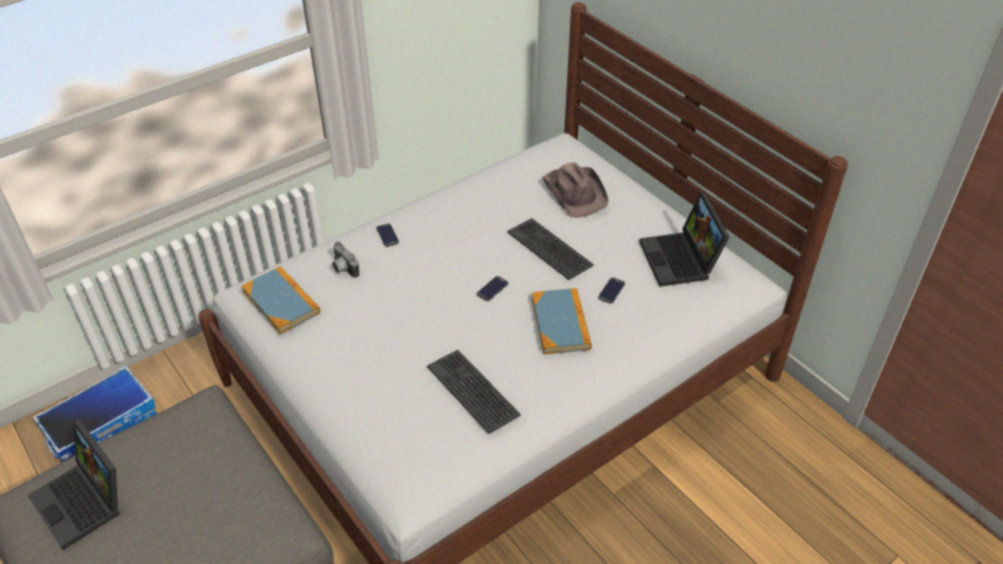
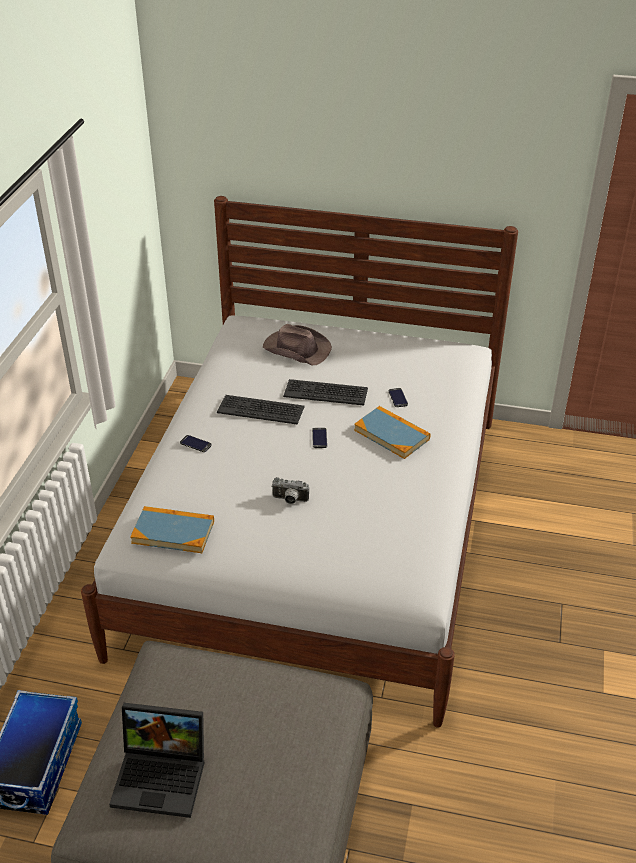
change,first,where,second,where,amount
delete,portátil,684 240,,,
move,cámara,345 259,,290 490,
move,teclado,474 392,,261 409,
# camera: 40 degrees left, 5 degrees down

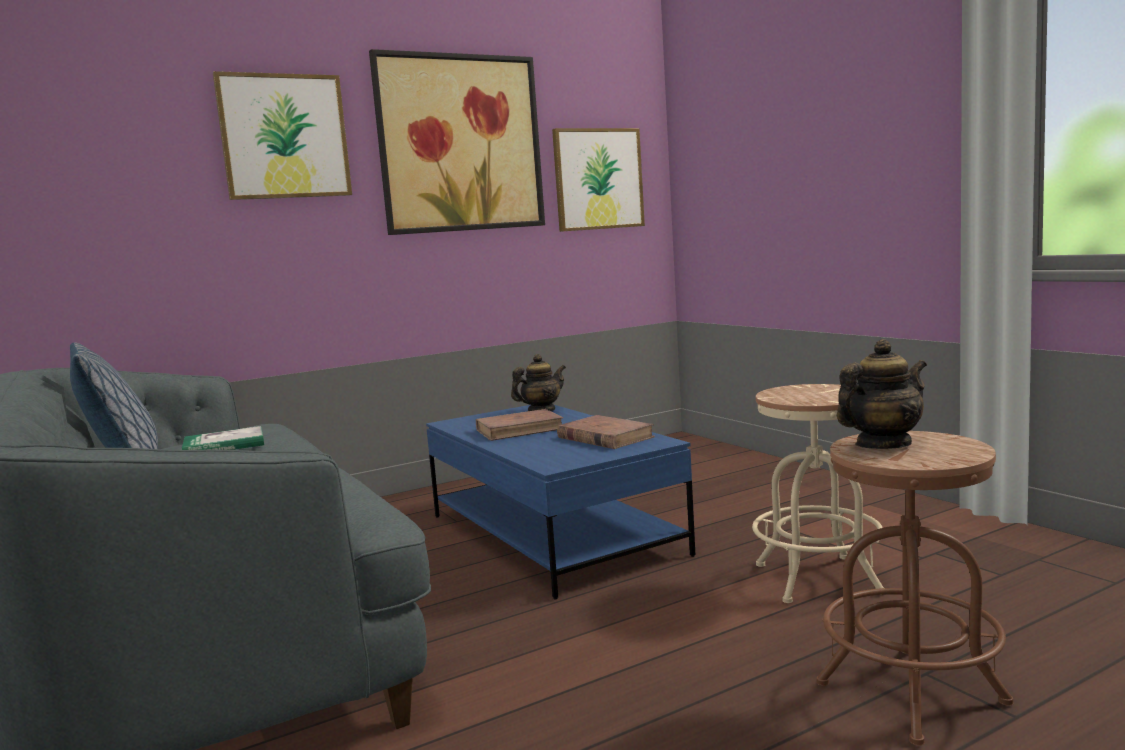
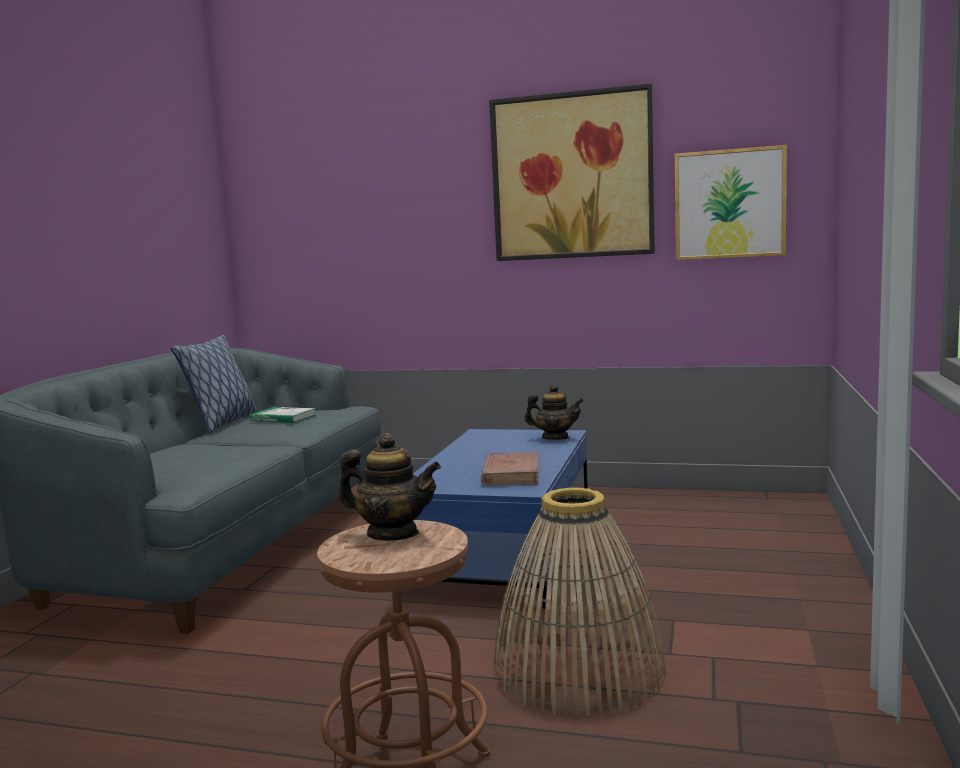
change,first,where,second,where,amount
delete,cuadro,282 135,,,
replace,taburete [beis],818 493,cesta,580 603,
delete,libro [marrón],519 425,,,
# camera: 45 degrees right, 0 degrees up

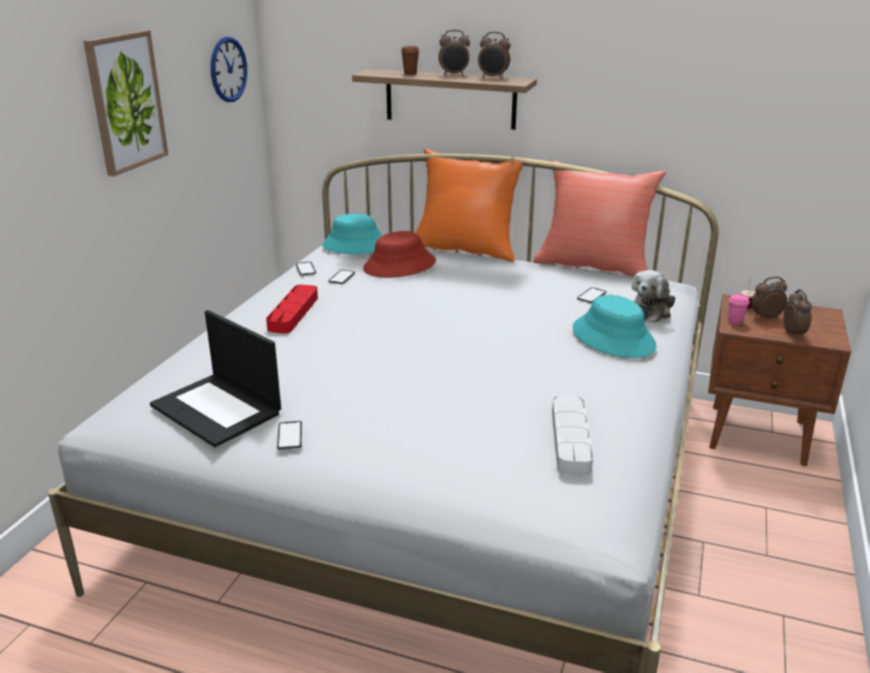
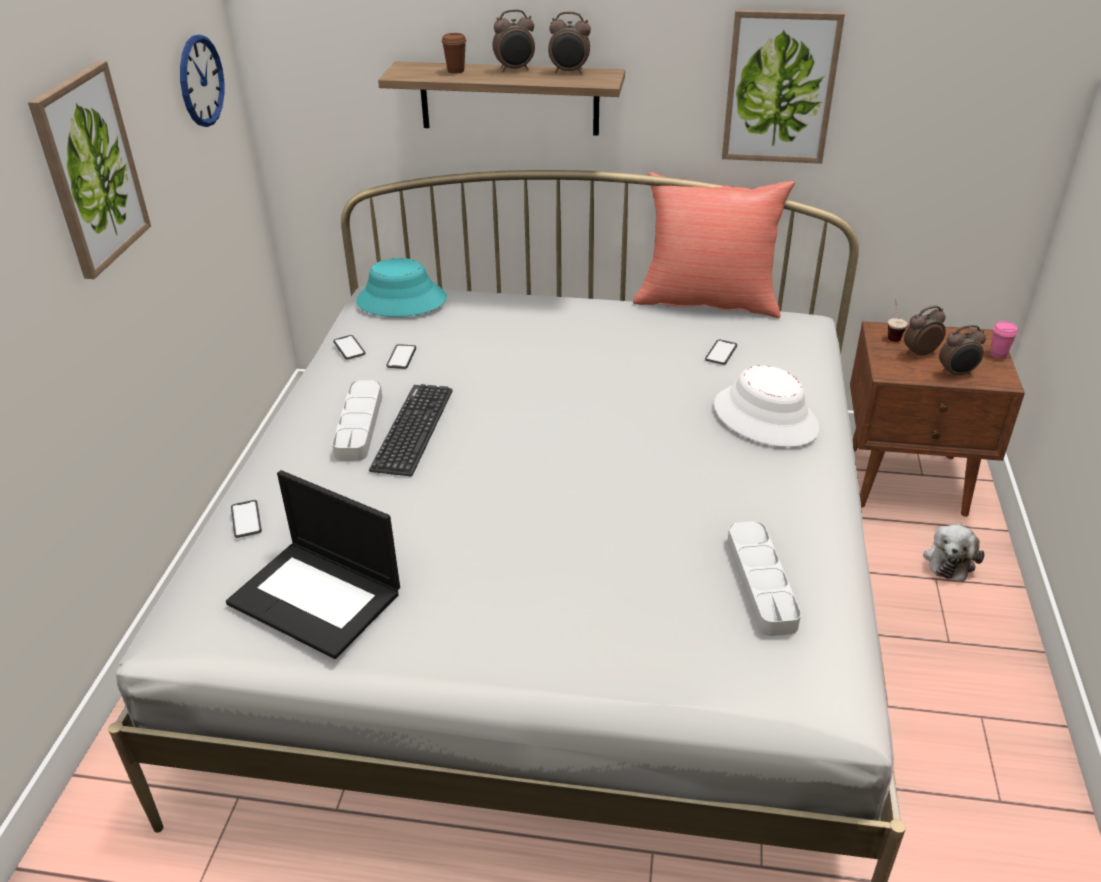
change,first,where,second,where,amount
delete,cojín [naranja],471 205,,,
delete,sombrero [rojo],399 254,,,
move,peluche,653 296,,954 552,
recolor,bandeja [rojo],292 308,bandeja [gris],357 421,
rotate,despertador,797 314,,962 351,90 degrees clockwise
move,taza [rosa],739 309,,1004 339,
recolor,sombrero [turquesa],615 326,sombrero [blanco],766 406,
move,móvil,289 435,,246 519,
insert,,,cuadro,783 86,
insert,,,teclado,411 430,
# camera: 10 degrees left, 10 degrees up

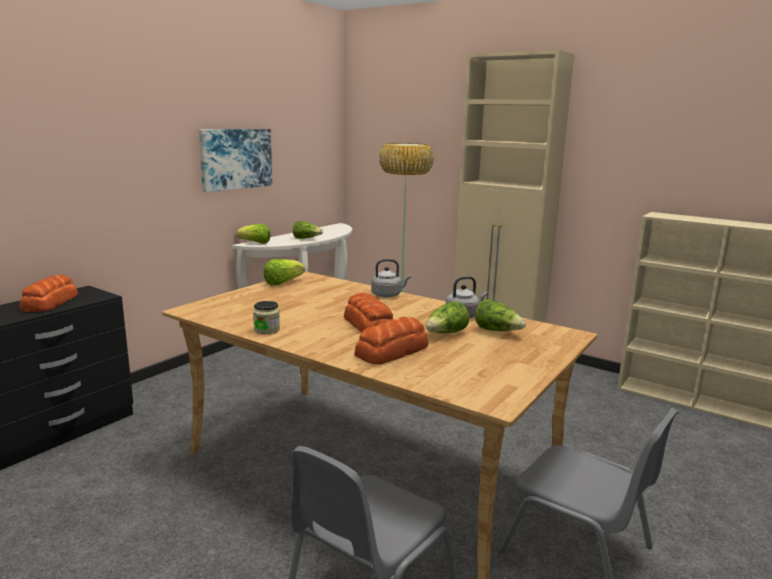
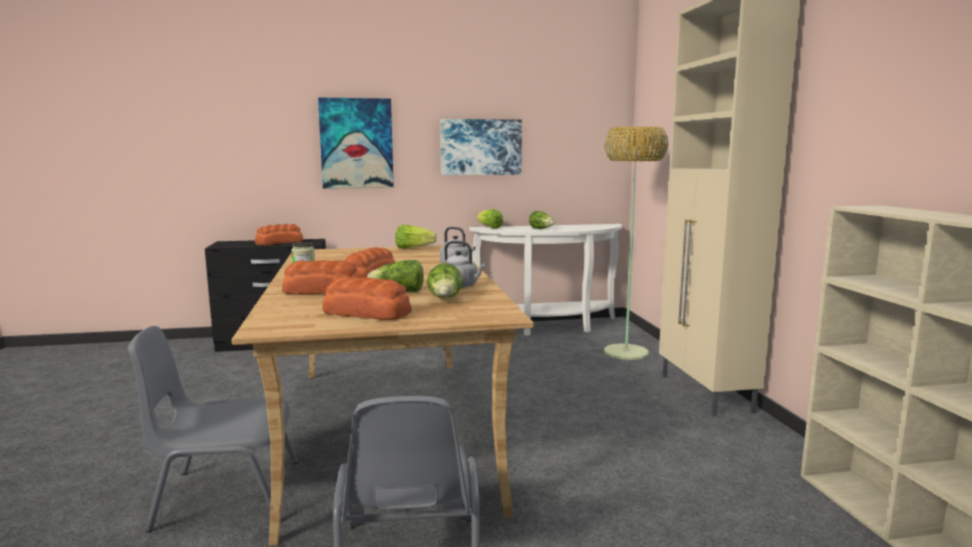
change,first,where,second,where,amount
insert,,,cuadro,356 143,
insert,,,pan,367 298,
# camera: 45 degrees right, 5 degrees down

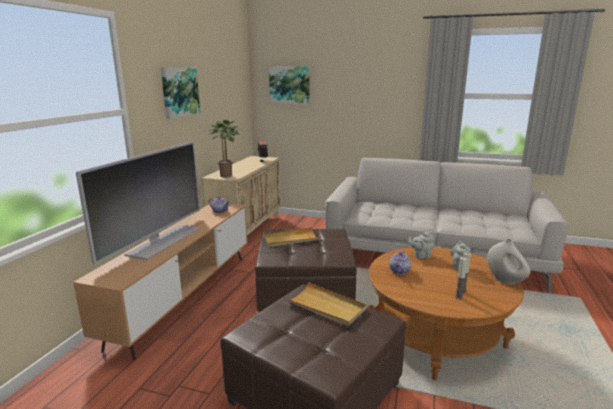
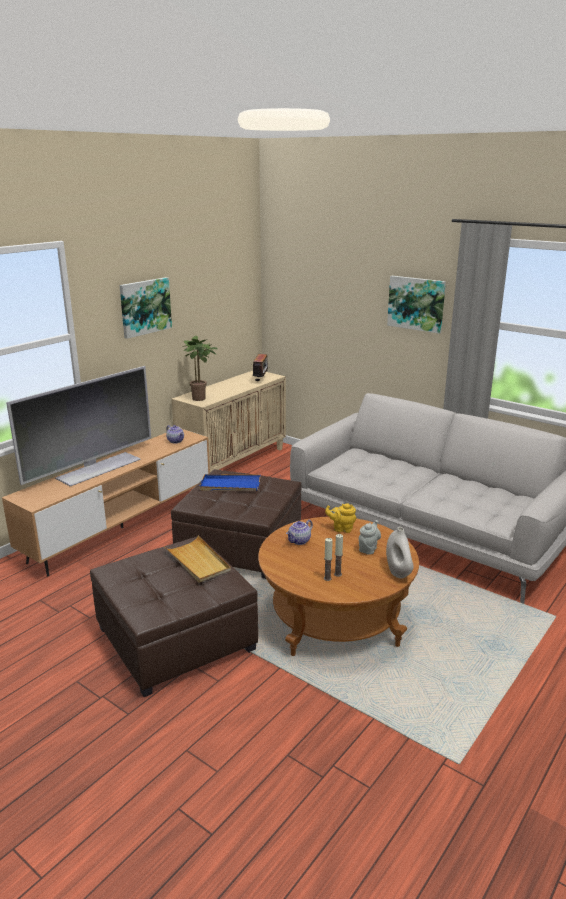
change,first,where,second,where,amount
move,cuadro,289 85,,416 305,
recolor,bandeja [beis],292 237,bandeja [azul],229 482,
recolor,tetera [gris],421 245,tetera [amarillo],340 518,
# camera: 20 degrees right, 5 degrees up

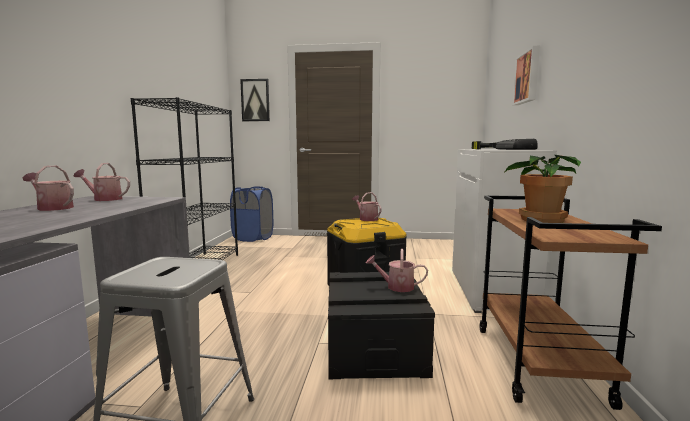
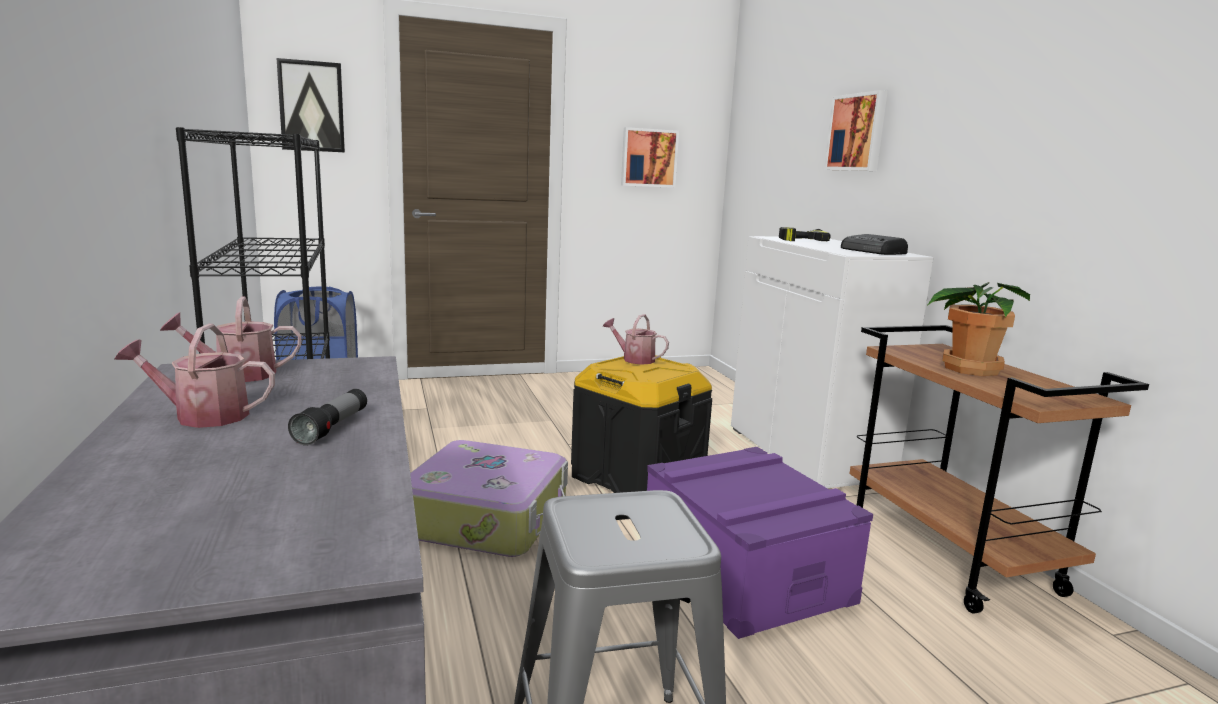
change,first,where,second,where,amount
delete,regadera,397 270,,,
recolor,caja de almacenaje [negro],381 325,caja de almacenaje [morado],760 543,
insert,,,cuadro,650 157,
insert,,,linterna,327 417,
insert,,,maleta,489 498,
# camera: 25 degrees left, 5 degrees up

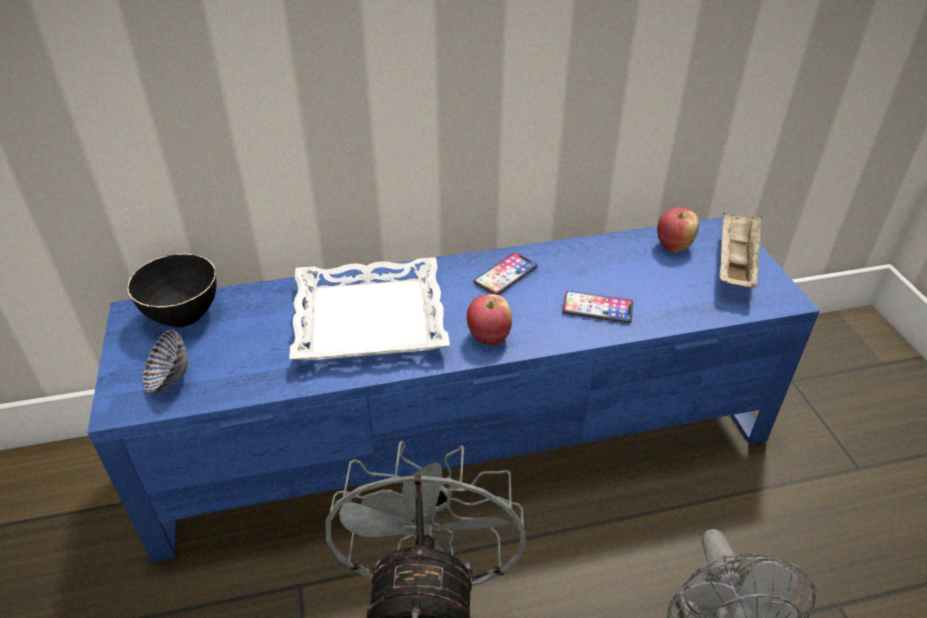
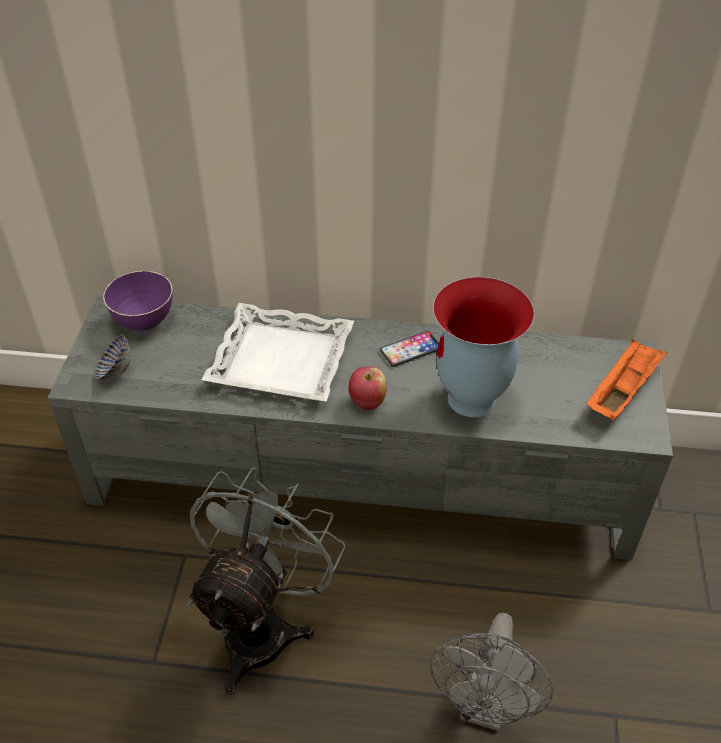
change,first,where,second,where,amount
delete,manzana,678 229,,,
recolor,bandeja [beis],741 250,bandeja [naranja],627 379,
recolor,mueble de televisión [azul],453 388,mueble de televisión [gris],360 428,
recolor,cuenco [negro],172 290,cuenco [morado],137 301,
replace,móvil,597 307,florero,483 347,
# camera: 20 degrees right, 5 degrees up

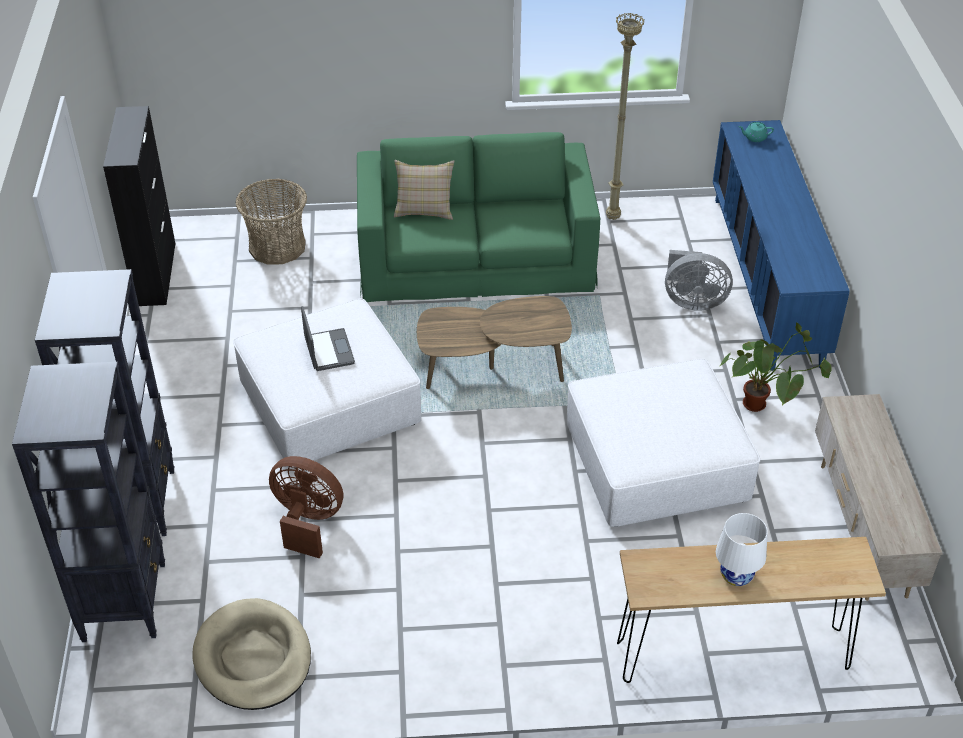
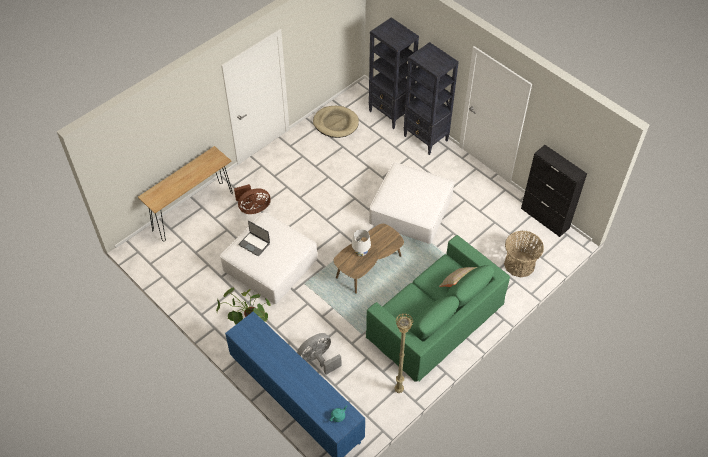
change,first,where,second,where,amount
move,portátil,328 338,,254 238,
delete,mueble de televisión [beis],879 497,,,
move,ventilador [marrón],306 507,,252 199,
move,lámpara de mesa [blanco],742 549,,361 242,
# camera: 140 degrees right, 10 degrees up

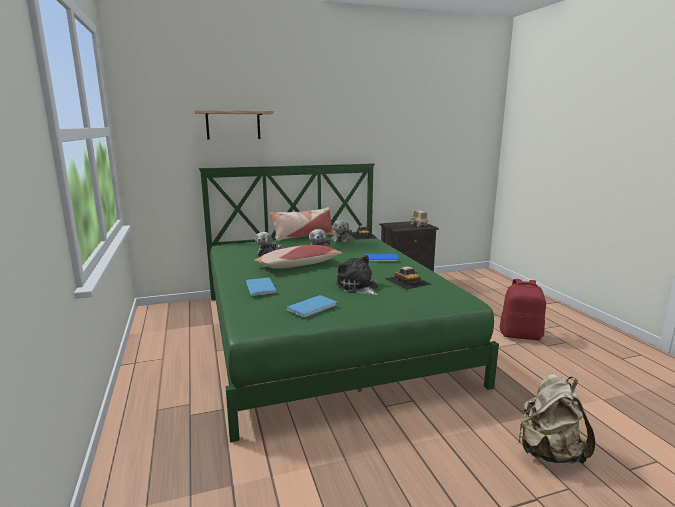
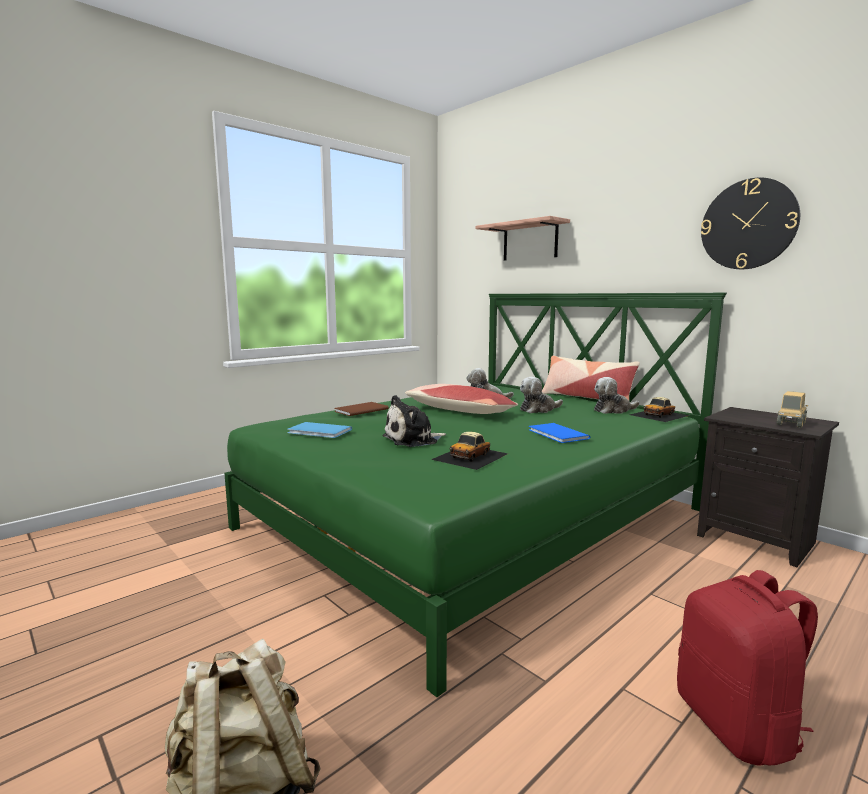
change,first,where,second,where,amount
rotate,peluche,357 275,,414 421,150 degrees counterclockwise
recolor,libro [azul],261 287,libro [marrón],361 409,
insert,,,reloj de pared,750 223,
# camera: 65 degrees right, 5 degrees down

